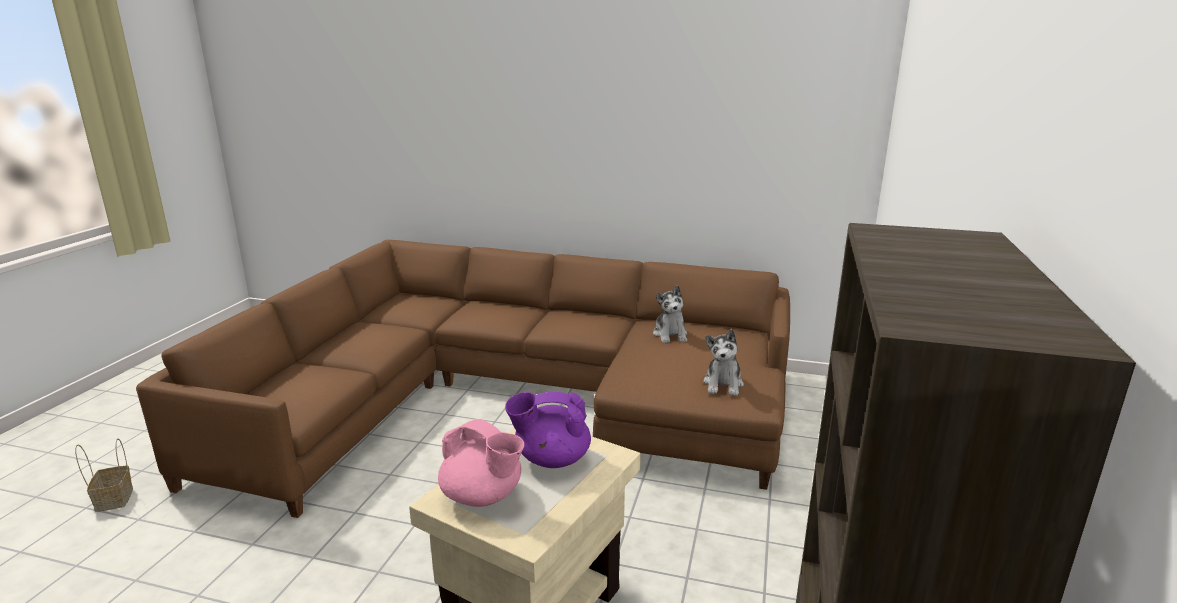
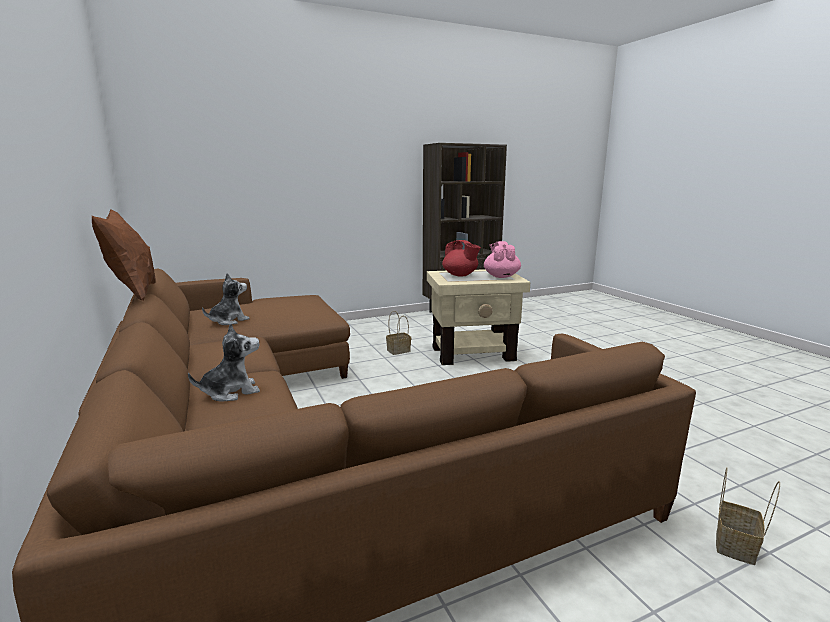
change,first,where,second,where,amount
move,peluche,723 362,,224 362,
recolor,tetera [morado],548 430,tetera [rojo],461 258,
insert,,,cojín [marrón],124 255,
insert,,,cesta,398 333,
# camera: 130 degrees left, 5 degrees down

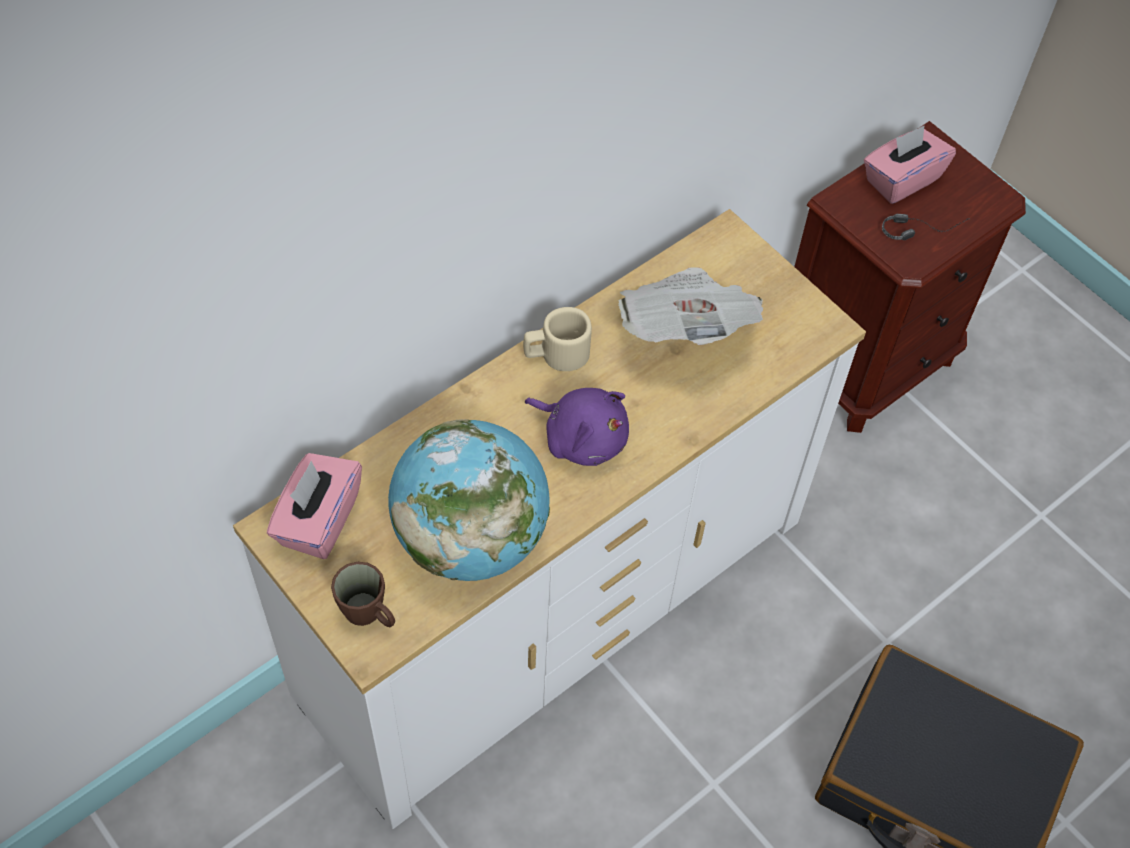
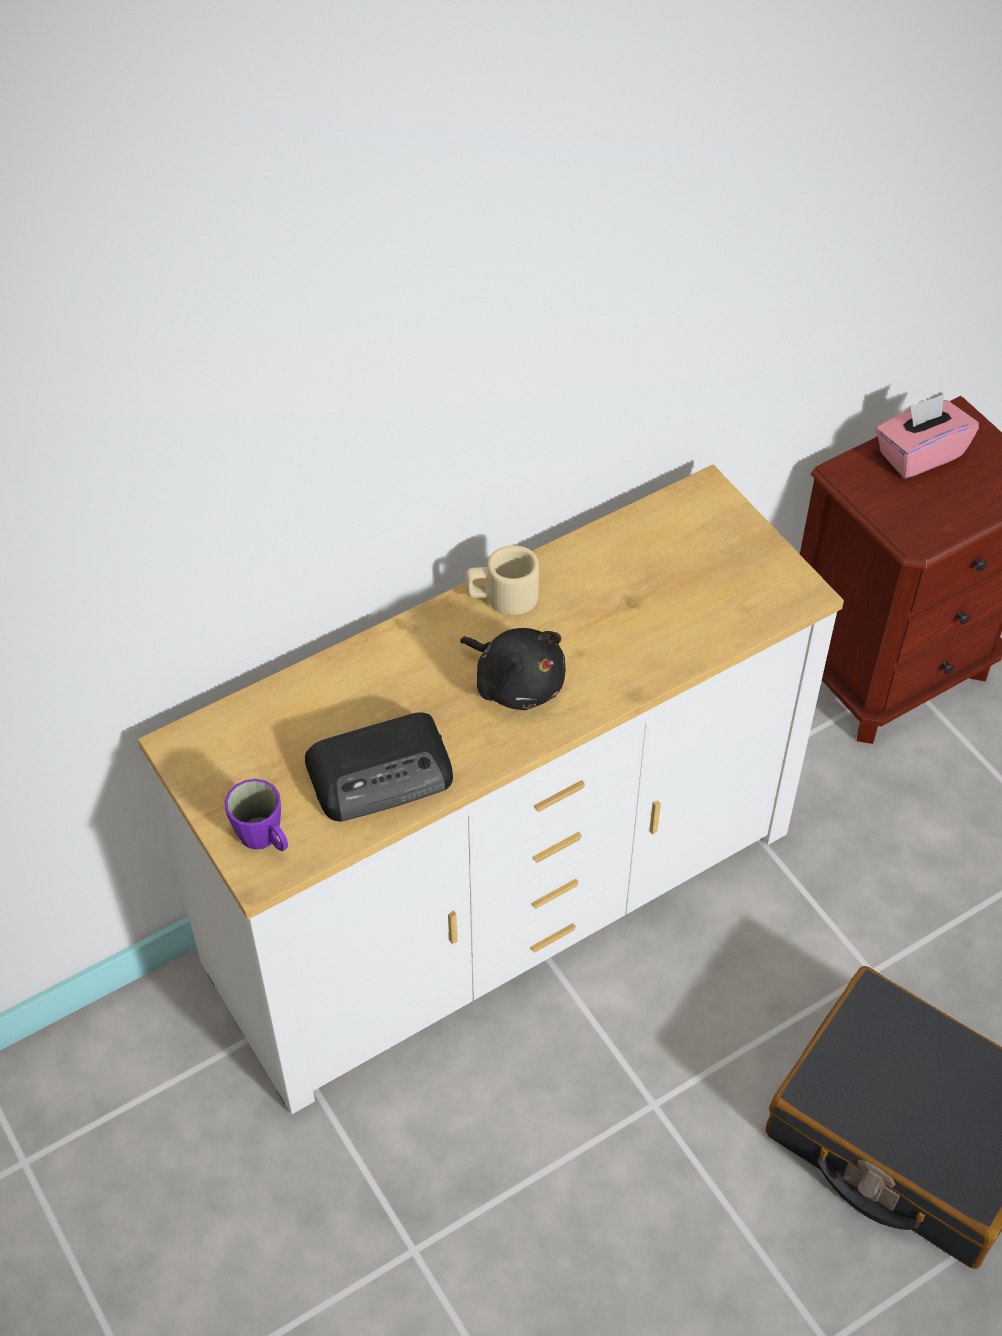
change,first,where,second,where,amount
delete,auriculares,926 227,,,
delete,periódico,690 306,,,
recolor,peluche [morado],577 427,peluche [negro],513 669,
replace,globo terráqueo,469 500,radio,379 767,
delete,caja de pañuelos [rosa],314 506,,,
recolor,taza grande [marrón],363 594,taza grande [morado],256 815,
# camera: 10 degrees right, 5 degrees down

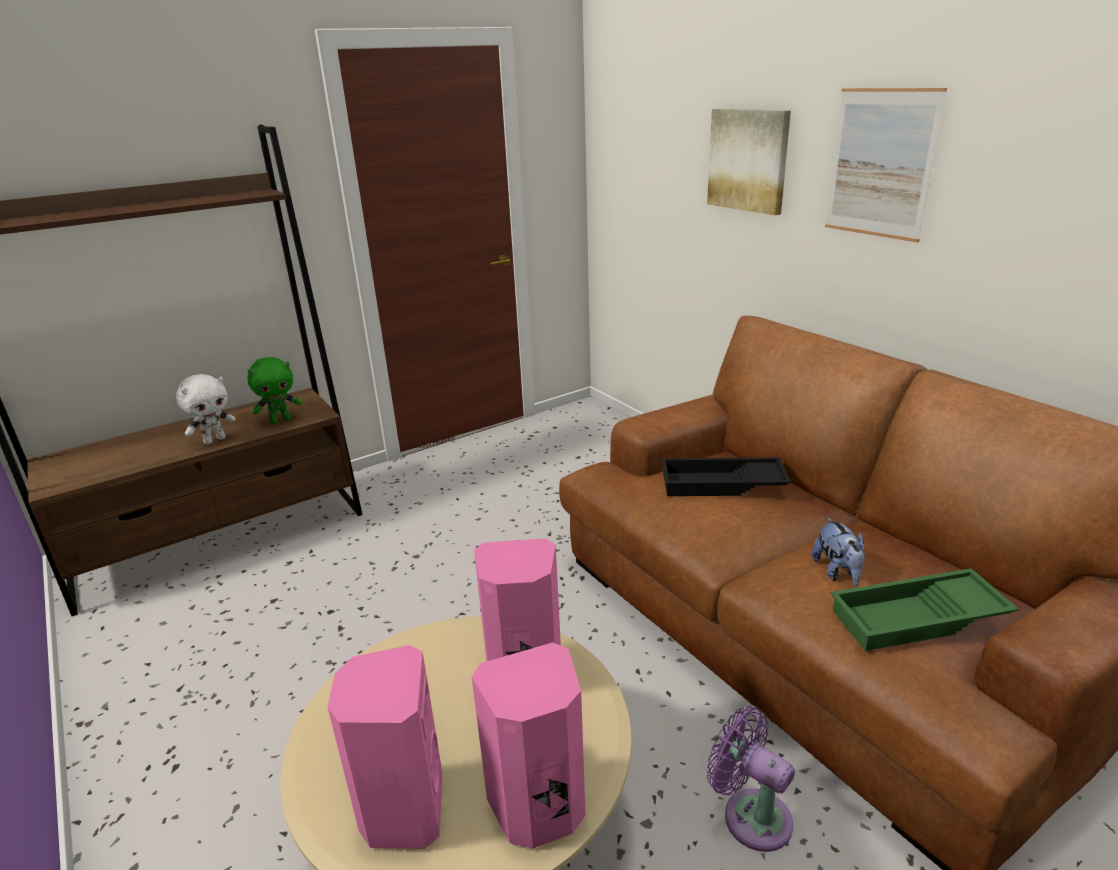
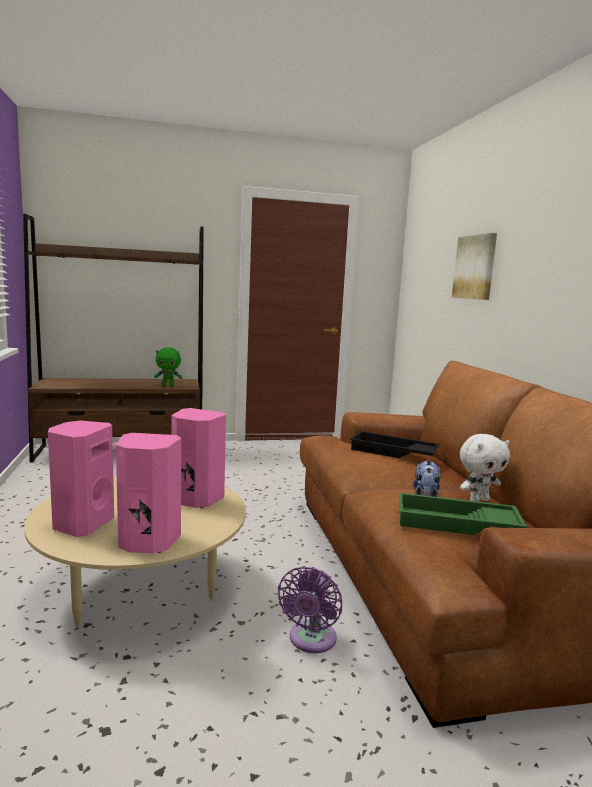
change,first,where,second,where,amount
delete,cuadro,886 165,,,
move,peluche [blanco],206 409,,485 468,
rotate,ventilador [morado],751 779,,310 609,135 degrees counterclockwise
# camera: 20 degrees right, 15 degrees down

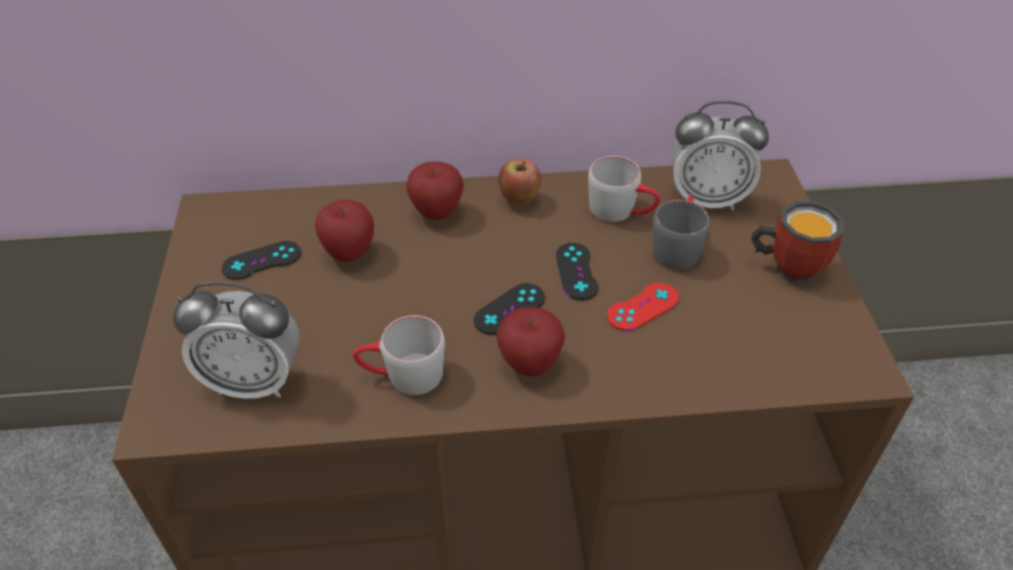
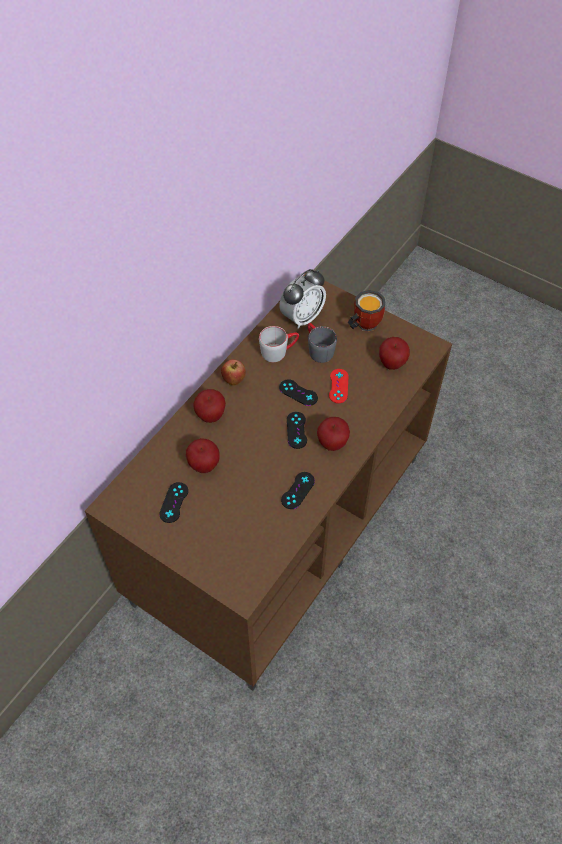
change,first,where,second,where,amount
delete,despertador,236 340,,,
replace,taza grande [gris],399 355,mando de consola [negro],298 490,
insert,,,manzana,394 353,
# camera: 50 degrees left, 10 degrees up

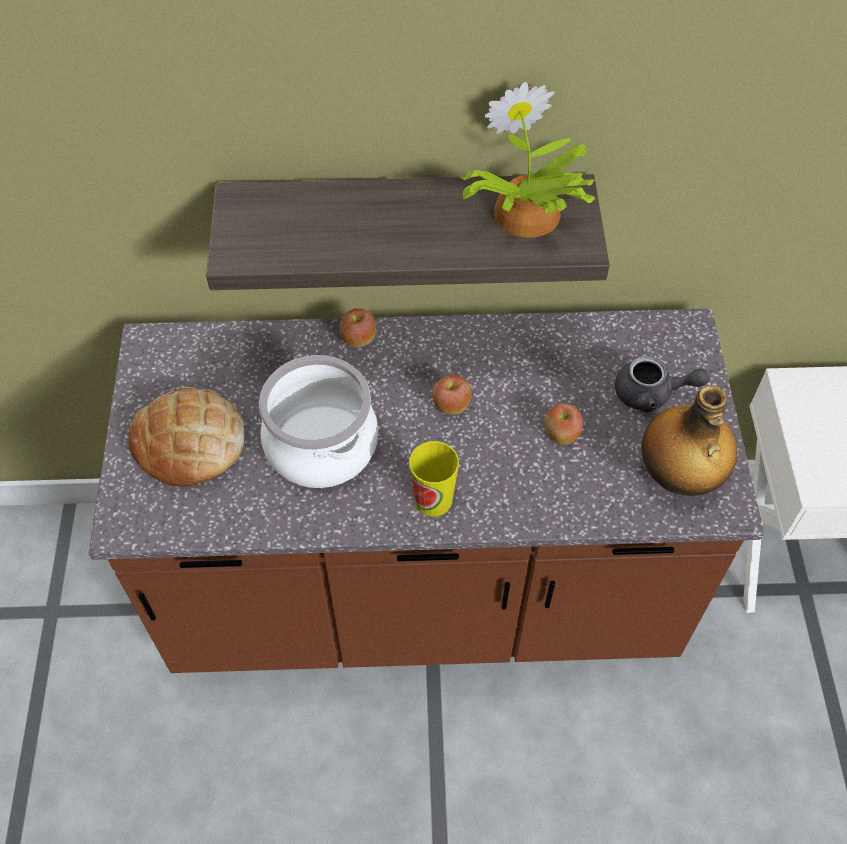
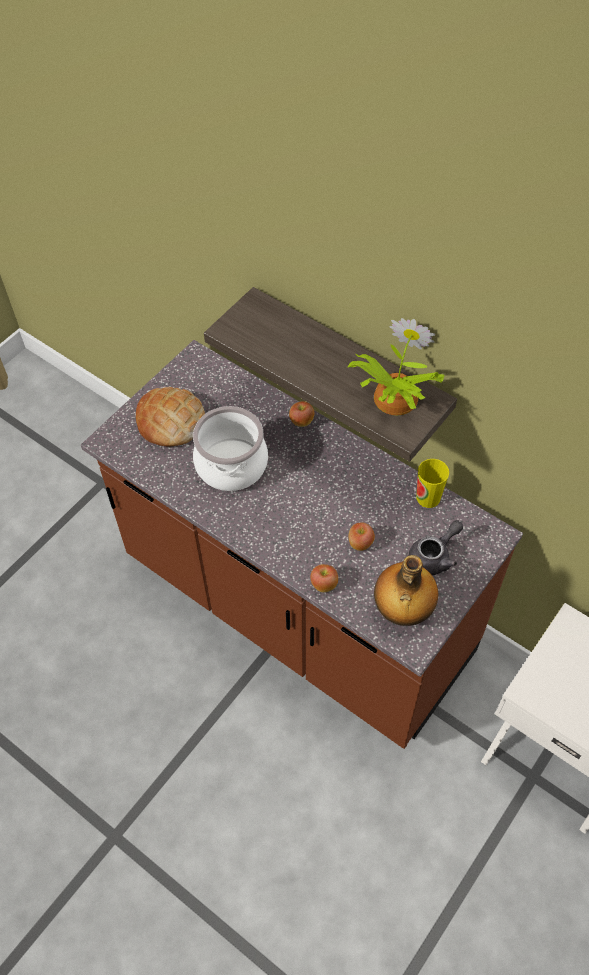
change,first,where,second,where,amount
rotate,tetera [gris],662 384,,436 547,90 degrees counterclockwise
move,manzana,452 395,,324 578,
move,taza,434 479,,432 483,
# camera: 40 degrees right, 0 degrees up

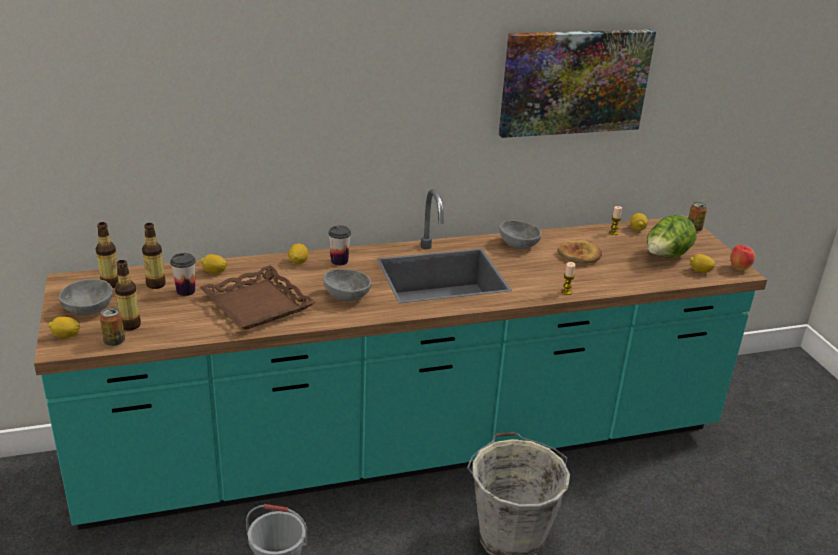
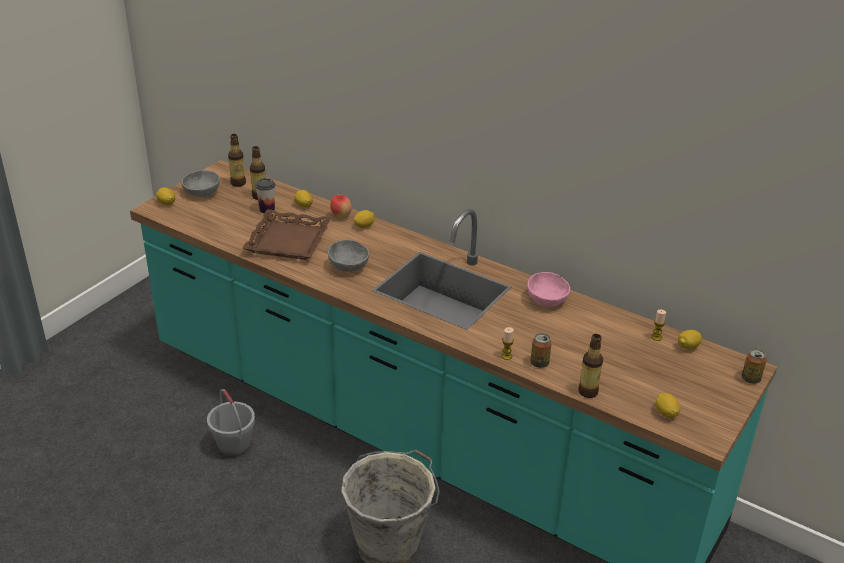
change,first,where,second,where,amount
delete,cuadro,577 83,,,
delete,lechuga,671 236,,,
recolor,cuenco [gris],520 234,cuenco [rosa],548 289,
delete,taza,339 245,,,
delete,pan,579 251,,,
move,manzana,742 257,,341 207,
move,botella,127 295,,590 366,
move,lata,112 326,,541 350,
# camera: 50 degrees right, 5 degrees up

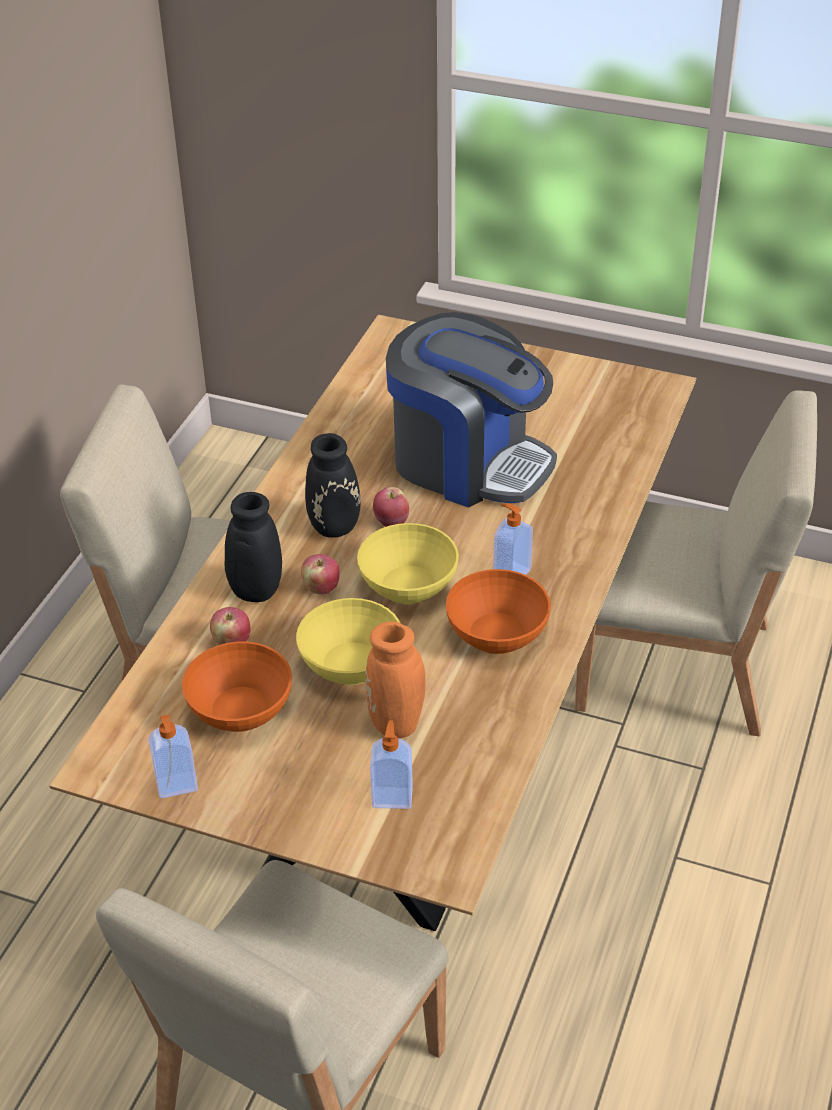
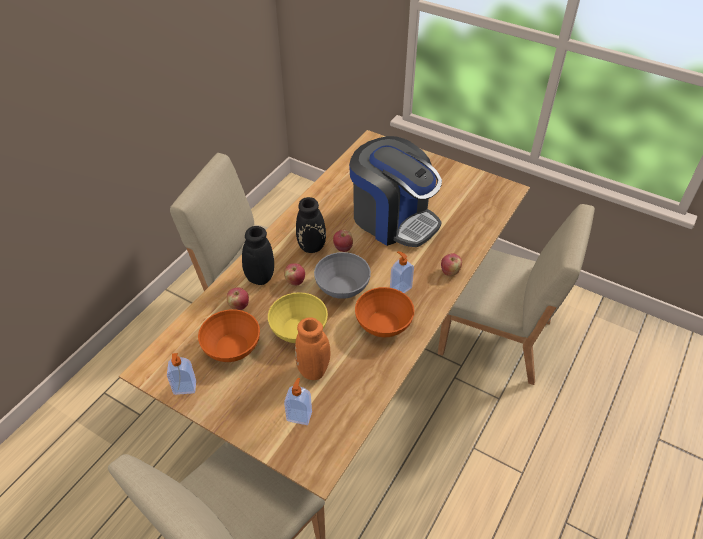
change,first,where,second,where,amount
recolor,cuenco [amarillo],408 563,cuenco [gris],342 275,
insert,,,manzana,451 264,
# camera: 10 degrees right, 5 degrees up

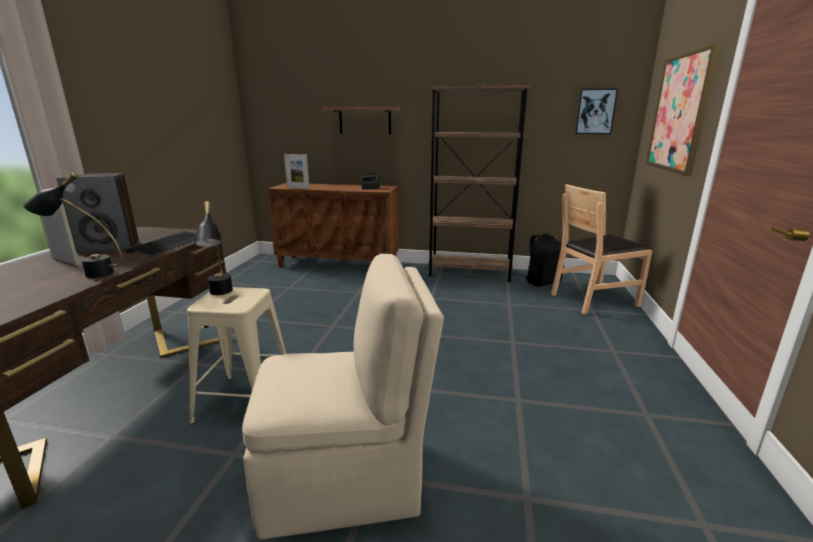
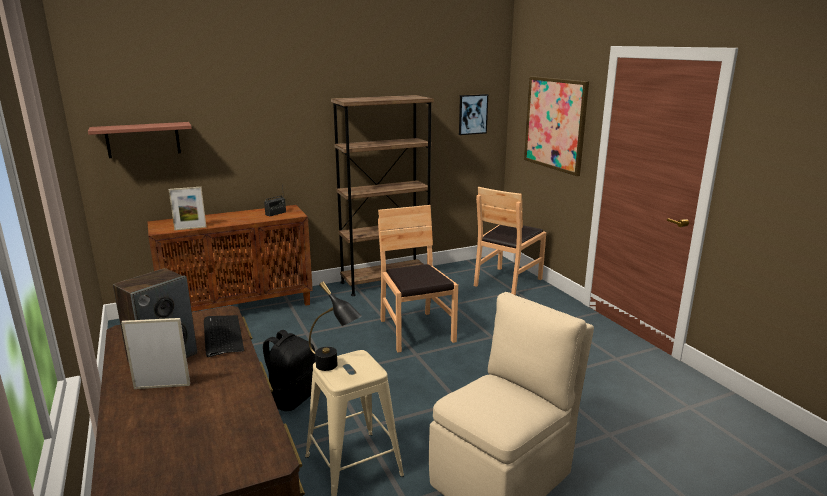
change,first,where,second,where,amount
move,estante,361 120,,140 140,
delete,lámpara de mesa [negro],73 225,,,
move,mochila [negro],544 259,,289 370,
insert,,,silla [marrón],418 278,
# camera: 35 degrees left, 0 degrees up

